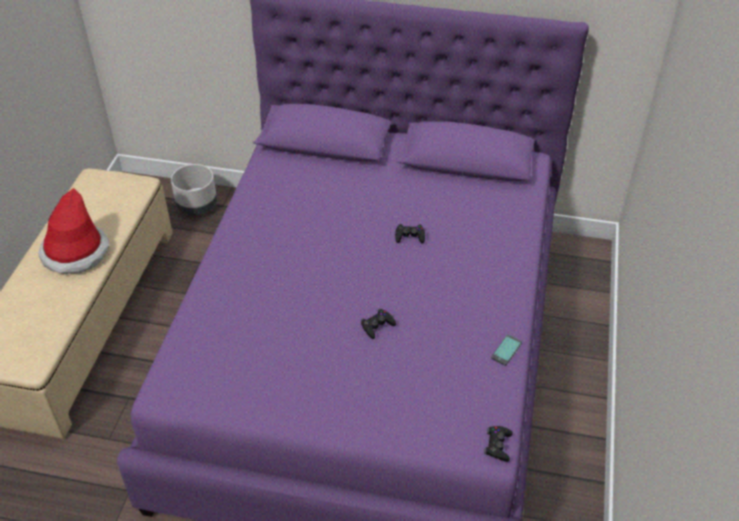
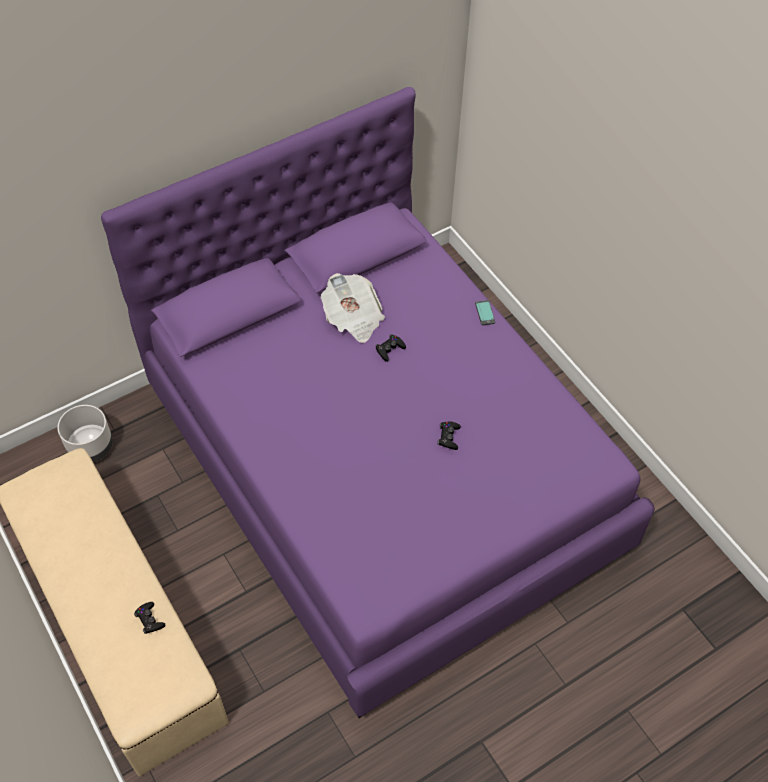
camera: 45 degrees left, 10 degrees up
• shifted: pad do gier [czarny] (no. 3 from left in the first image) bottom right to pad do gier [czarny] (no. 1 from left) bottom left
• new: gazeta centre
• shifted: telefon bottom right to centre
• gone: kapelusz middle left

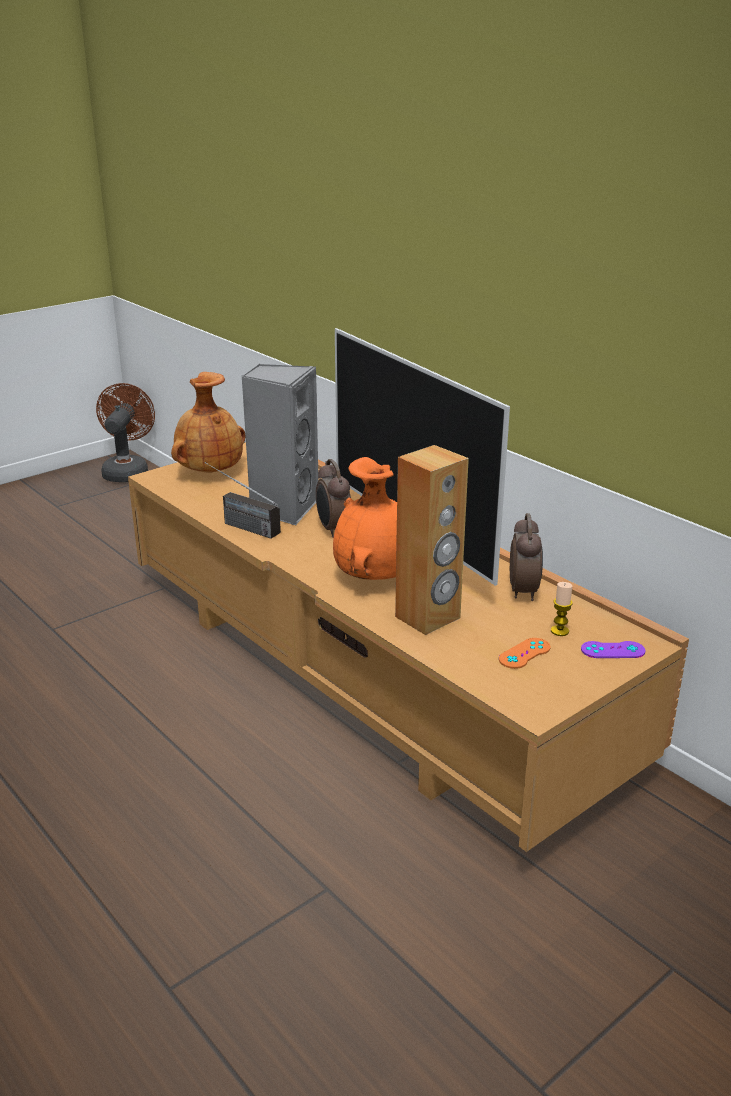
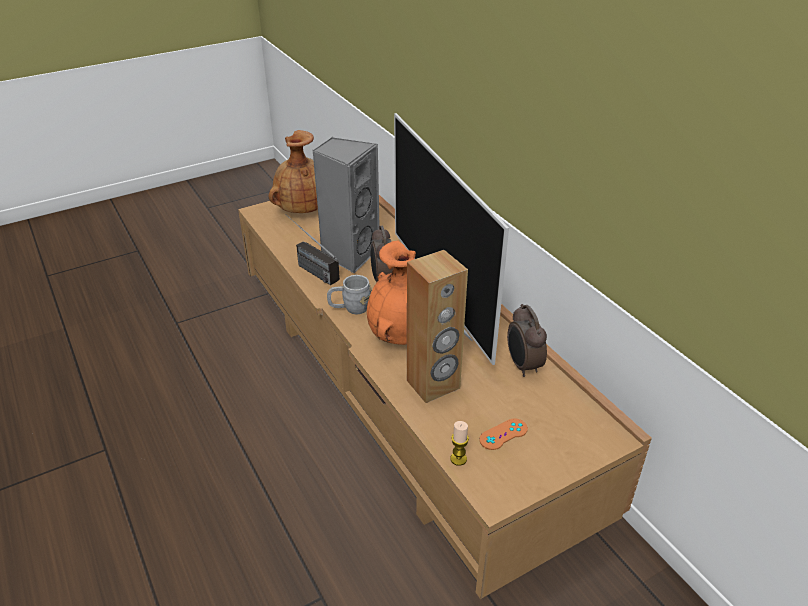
camera: 10 degrees right, 10 degrees up
• new: kubek [szary] centre
• shifted: świeca middle right to bottom centre
• rotated: budzik (no. 2 from left) middle right = centre 150 degrees clockwise
• gone: wentylator [brązowy] middle left
• gone: pad do gier [fioletowy] middle right

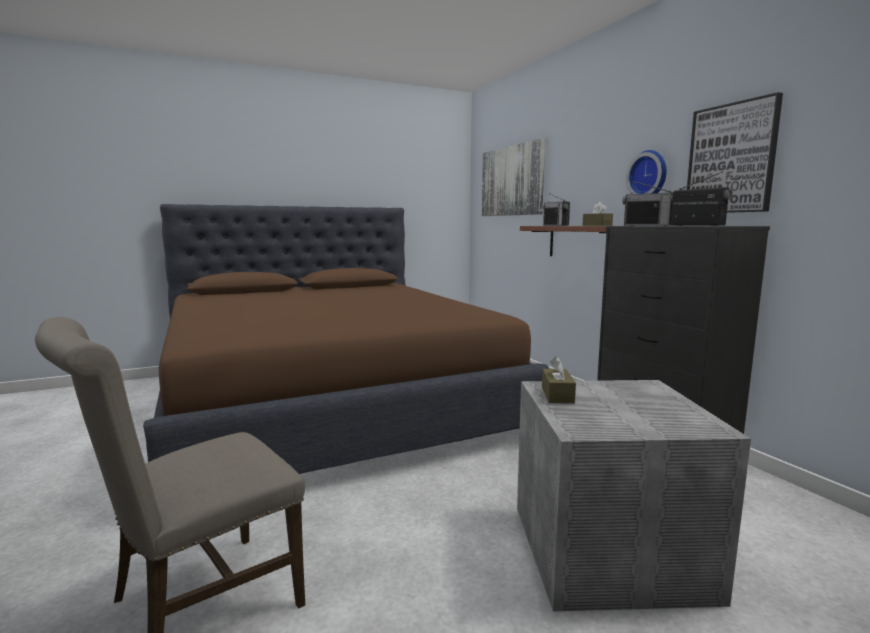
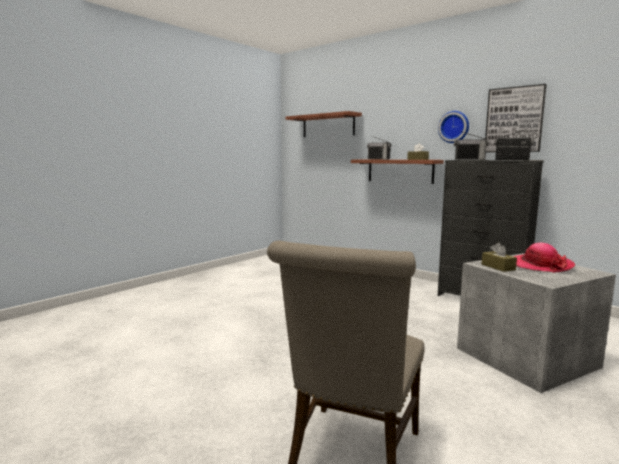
camera: 25 degrees left, 0 degrees up
• swapped: obraz (no. 1 from left) top centre to półka (no. 1 from left) top centre
• new: kapelusz middle right
• gone: łóżko [brązowy] centre

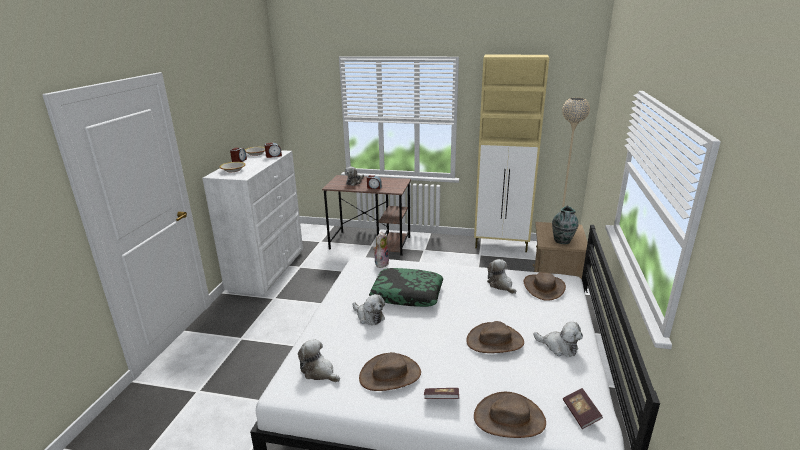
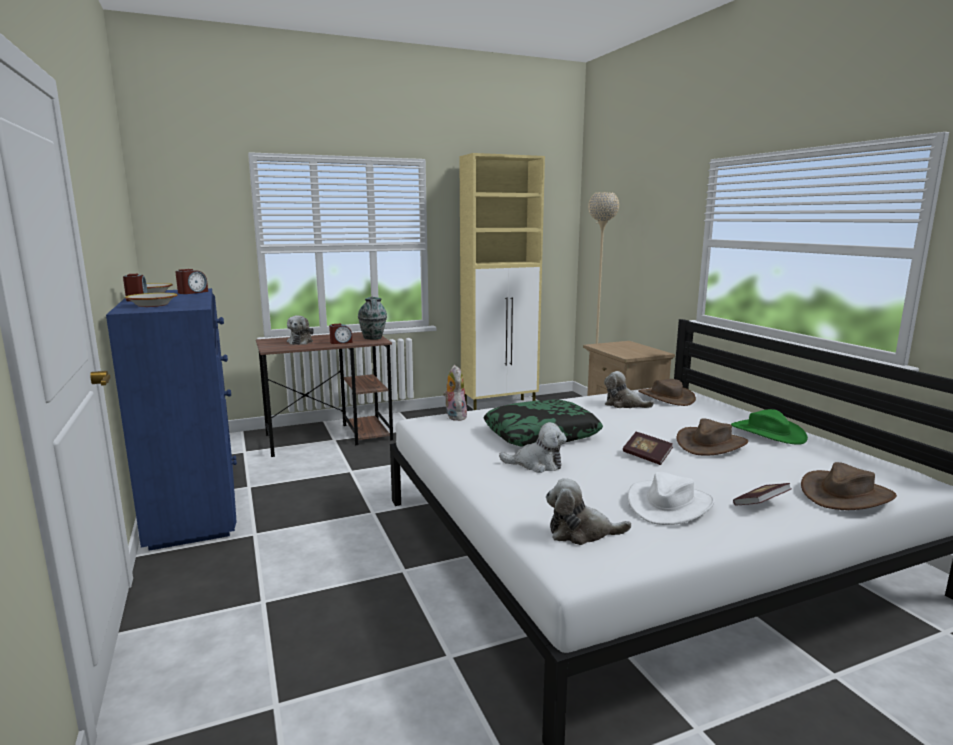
camera: 35 degrees left, 10 degrees down
• repainted: komoda [biały] middle left to komoda [niebieski] middle left
• shifted: wazon middle right to centre
• shifted: książka (no. 2 from left in the first image) bottom right to książka (no. 1 from left) middle right
• repainted: kapelusz [brązowy] (no. 1 from left) bottom centre to kapelusz [biały] bottom right
• swapped: pluszak (no. 6 from left) bottom right to kapelusz [zielony] middle right

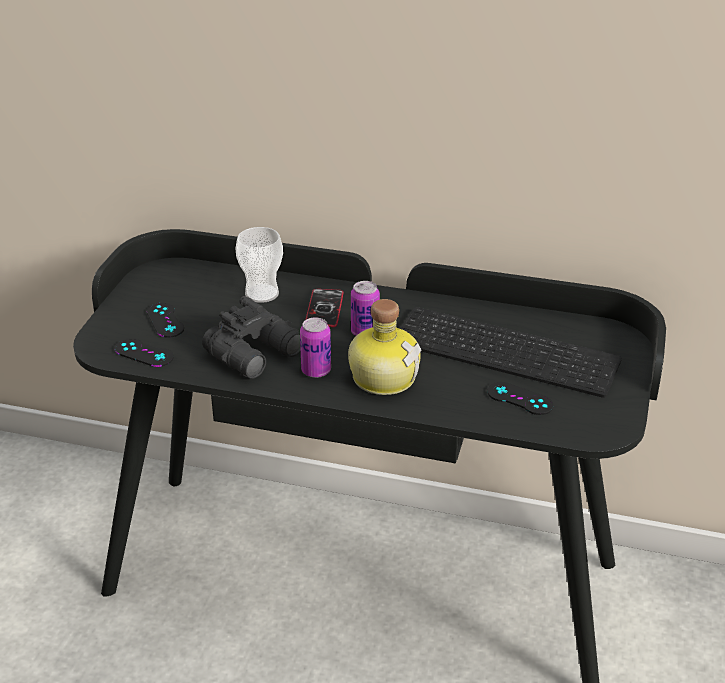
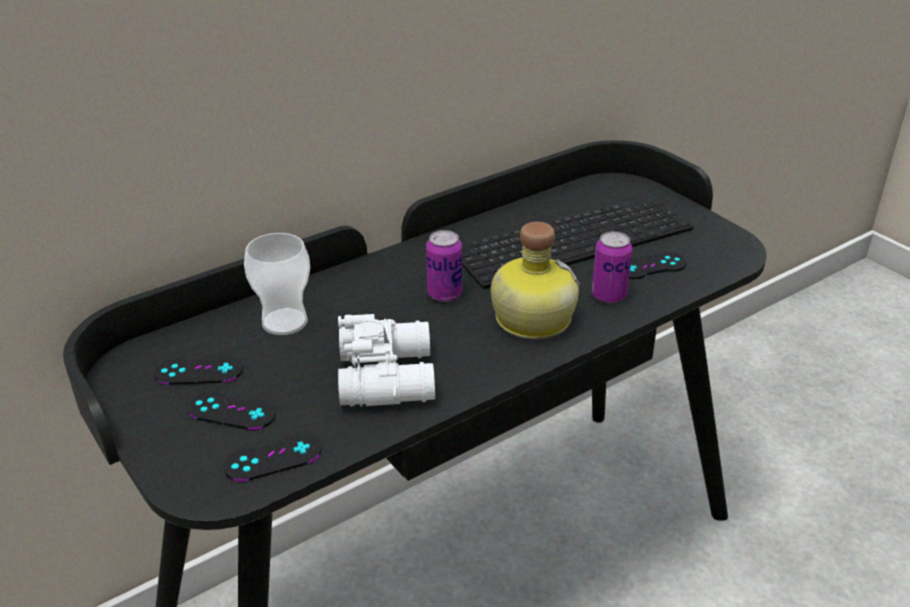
camera: 50 degrees left, 0 degrees up
• new: pad do gier [czarny] (no. 1 from left) middle left
• repainted: lornetka [czarny] centre to lornetka [biały] centre
• shifted: puszka (no. 1 from left in the first image) centre to puszka (no. 2 from left) middle right
• gone: telefon centre

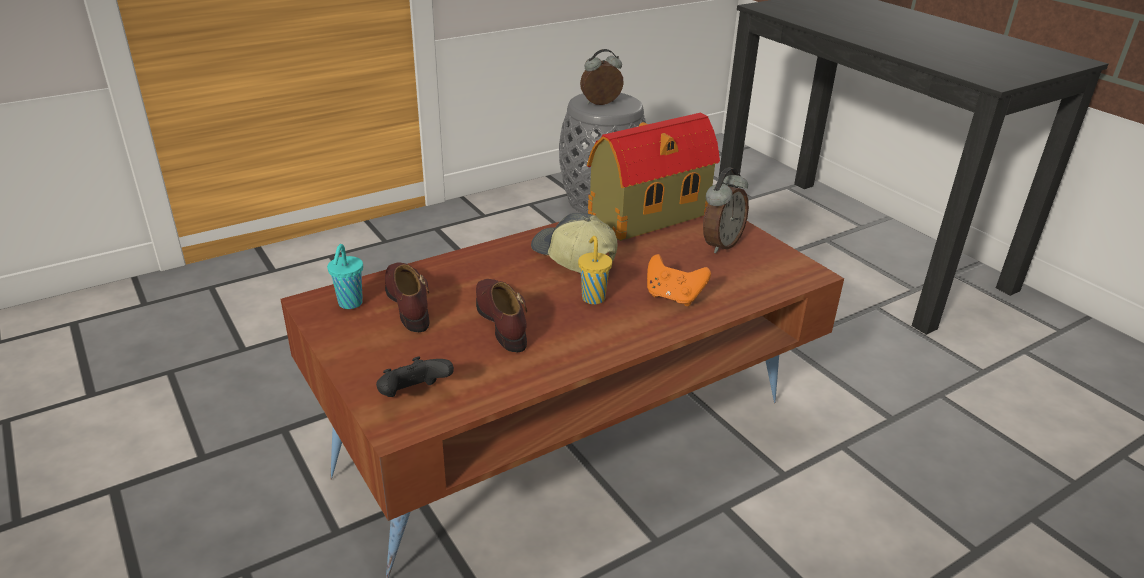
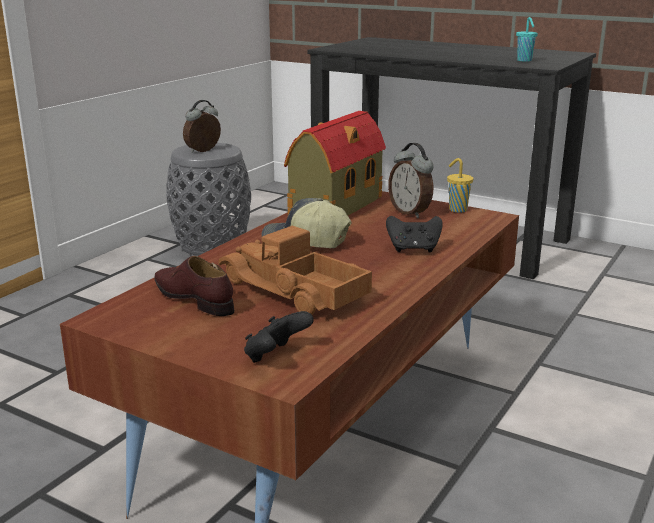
camera: 25 degrees left, 10 degrees down
• swapped: but [brązowy] (no. 2 from left) centre to ciężarówka zabawkowa centre
• repainted: pad do gier [pomarańczowy] centre to pad do gier [czarny] (no. 2 from left) centre
• rotated: budzik (no. 2 from left) centre = centre 135 degrees clockwise
• shifted: filiżanka [żółty] centre to middle right
• shifted: filiżanka [turkusowy] middle left to top right

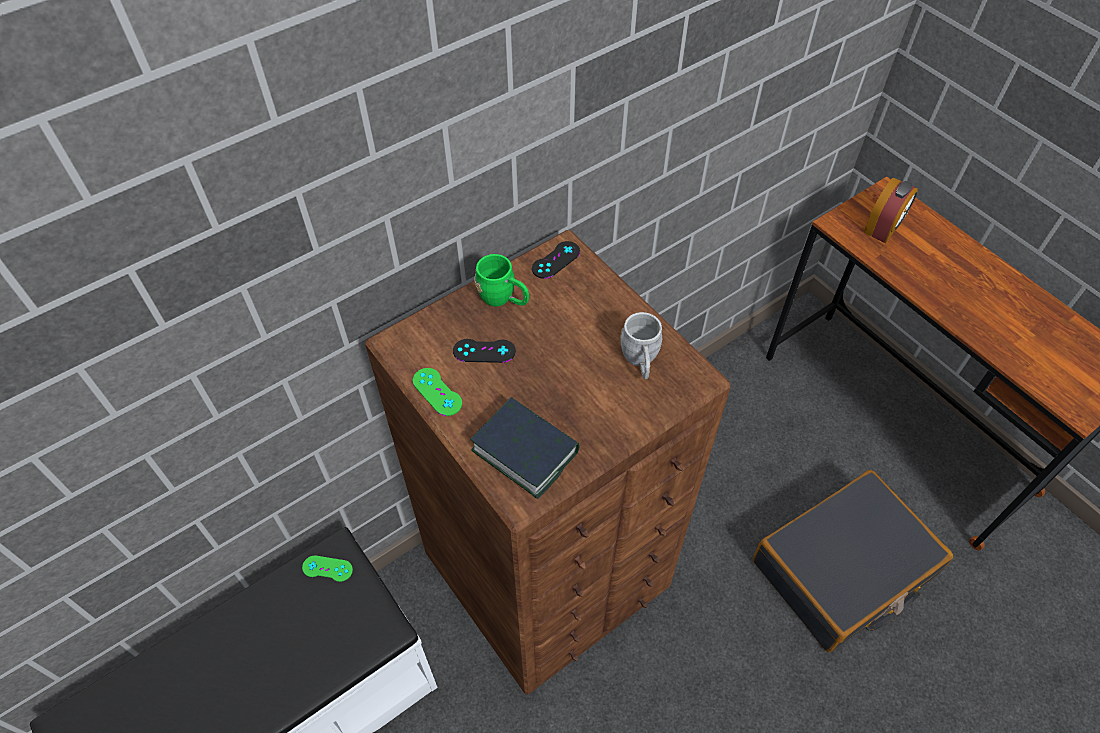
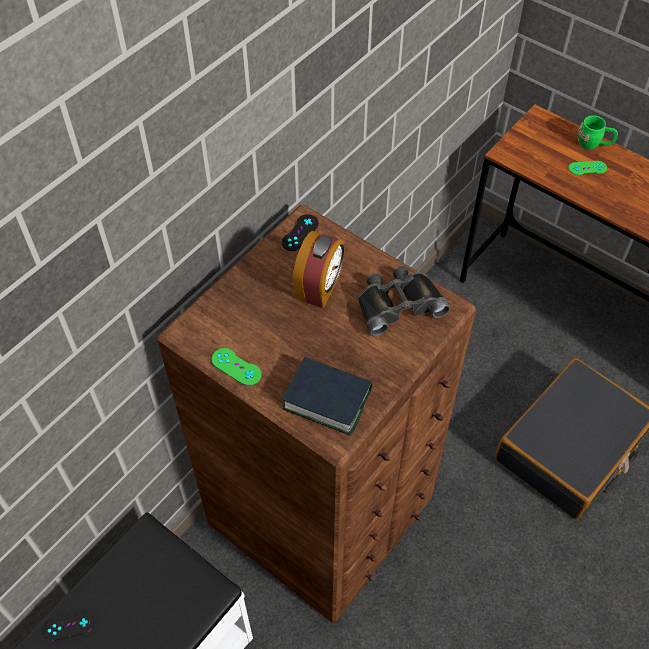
camera: 15 degrees left, 0 degrees up
• shifted: pad do gier [czarny] (no. 1 from left) centre to bottom left
• shifted: budzik top right to centre
• swapped: kubek [szary] centre to lornetka [czarny] centre
• shifted: pad do gier [zielony] (no. 1 from left in the first image) bottom left to pad do gier [zielony] (no. 2 from left) top right
• shifted: kubek [zielony] centre to top right

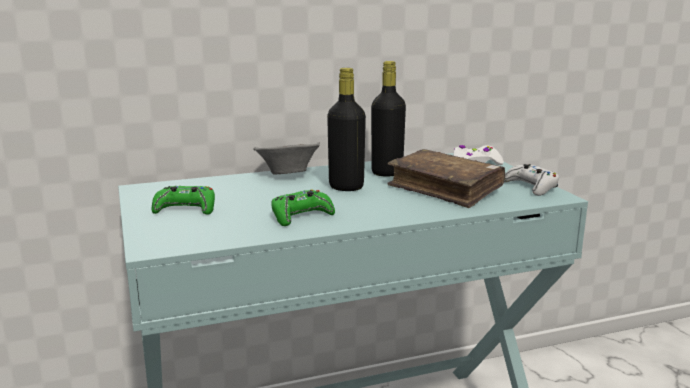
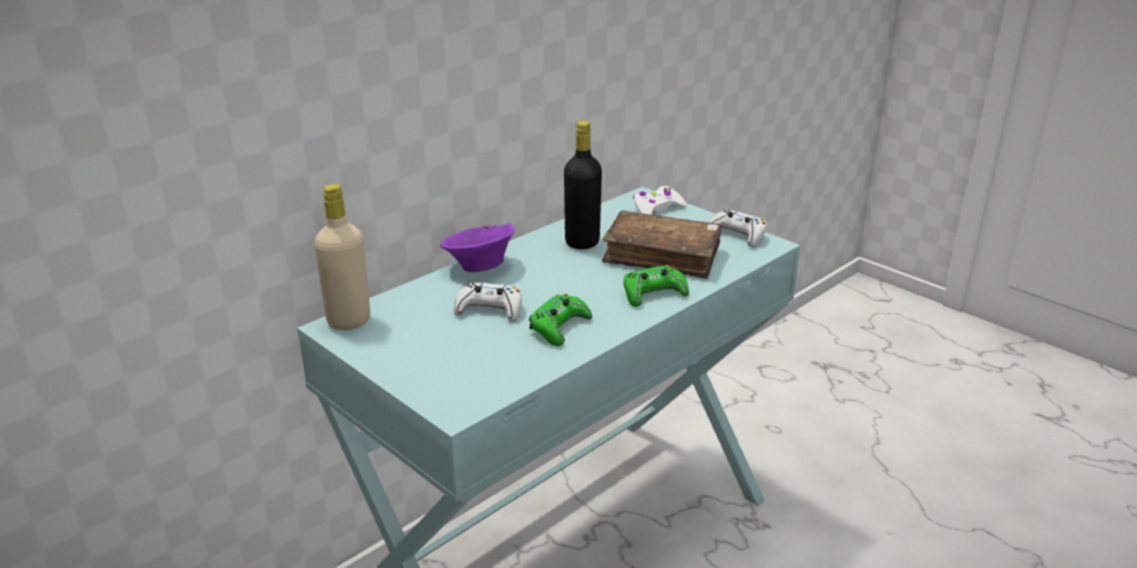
camera: 25 degrees left, 10 degrees up
• new: butelka [beżowy] middle left
• repainted: miska [szary] centre to miska [fioletowy] centre
• new: pad do gier [biały] (no. 1 from left) centre
• shifted: pad do gier [zielony] (no. 1 from left in the first image) middle left to pad do gier [zielony] (no. 2 from left) centre
• gone: butelka [czarny] (no. 1 from left) top centre

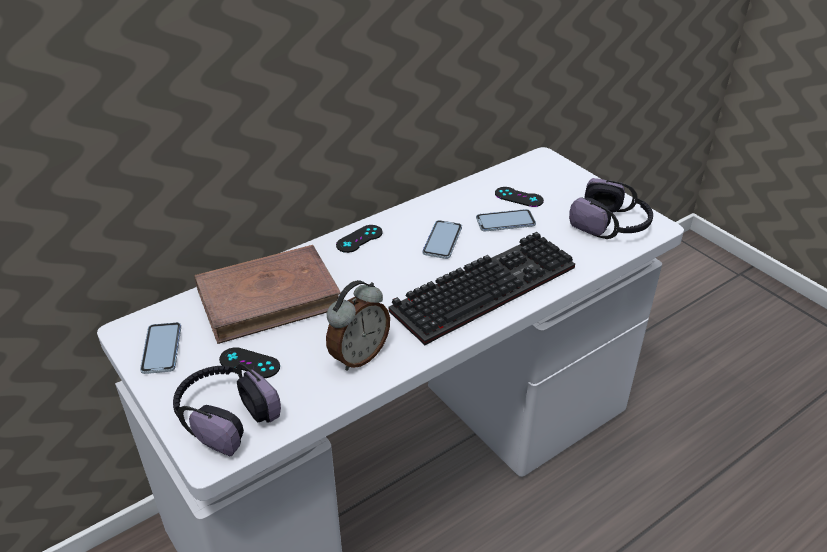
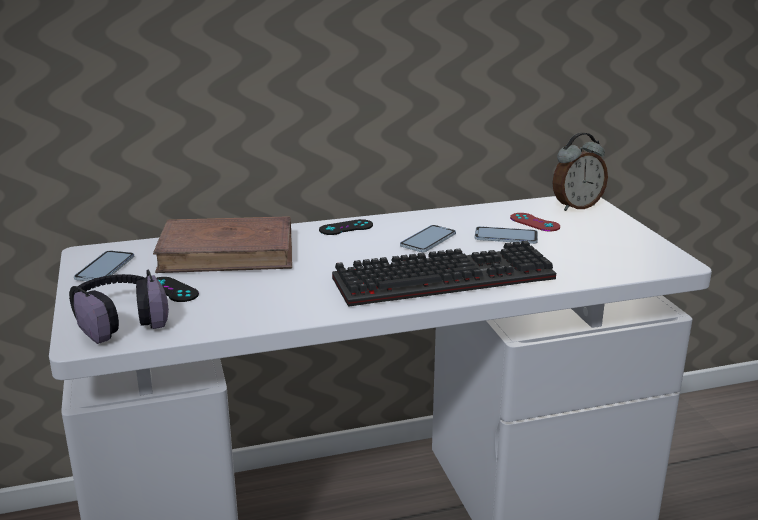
camera: 20 degrees right, 15 degrees down
• repainted: pad do gier [czarny] (no. 3 from left) centre to pad do gier [czerwony] middle right
• shifted: budzik centre to top right
• gone: słuchawki (no. 2 from left) middle right

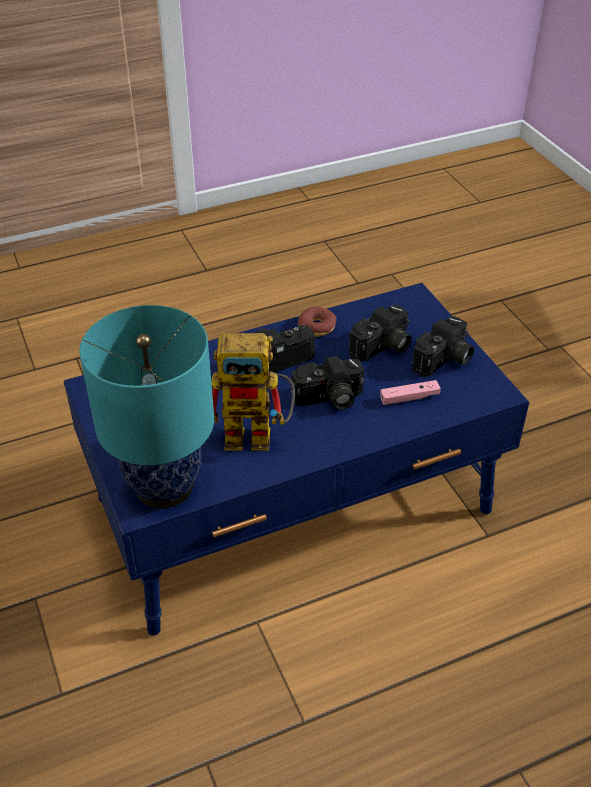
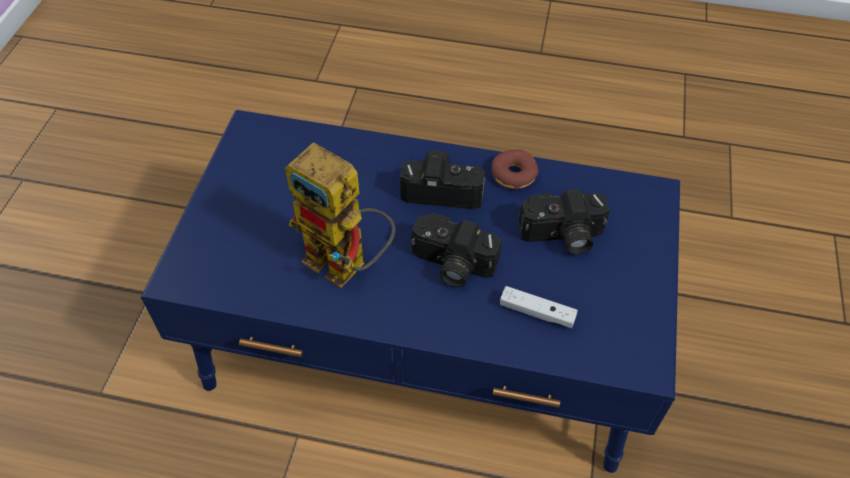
camera: 35 degrees right, 10 degrees up
• repainted: pad do gier [różowy] middle right to pad do gier [biały] centre
• gone: lampa stołowa [turkusowy] middle left
• gone: aparat fotograficzny (no. 4 from left) middle right

